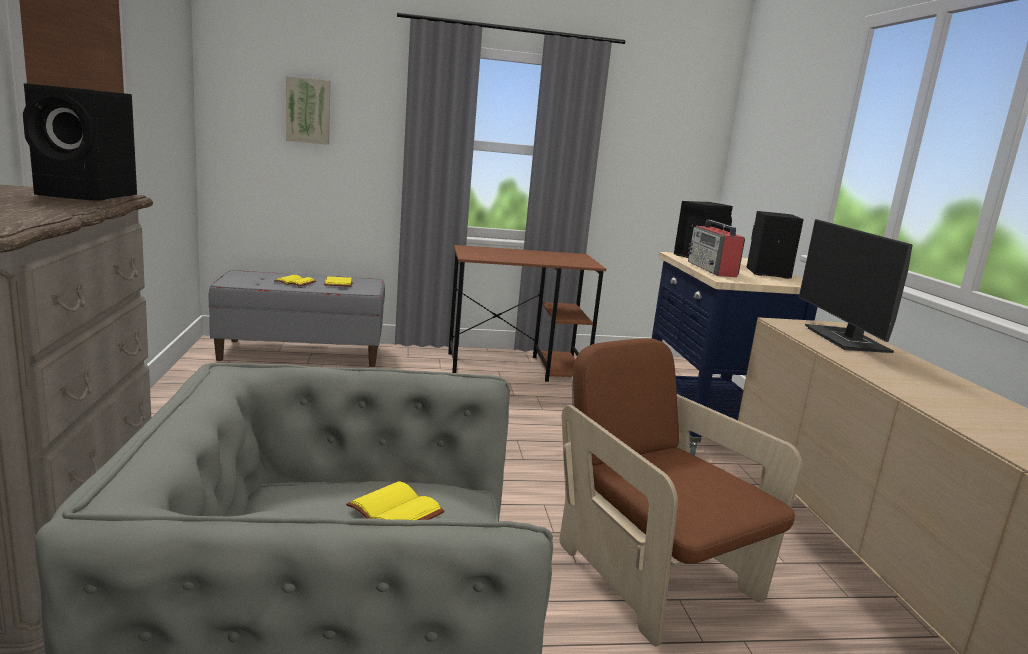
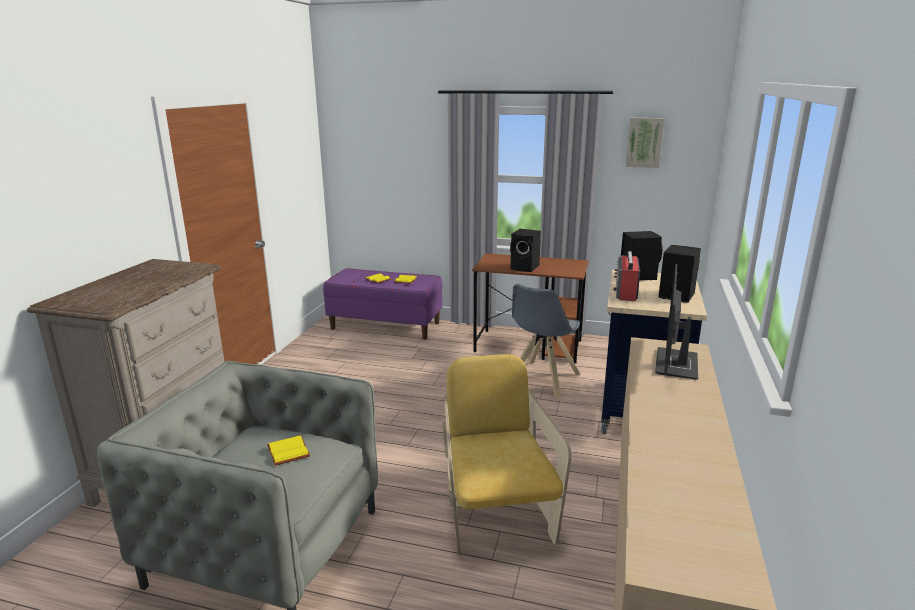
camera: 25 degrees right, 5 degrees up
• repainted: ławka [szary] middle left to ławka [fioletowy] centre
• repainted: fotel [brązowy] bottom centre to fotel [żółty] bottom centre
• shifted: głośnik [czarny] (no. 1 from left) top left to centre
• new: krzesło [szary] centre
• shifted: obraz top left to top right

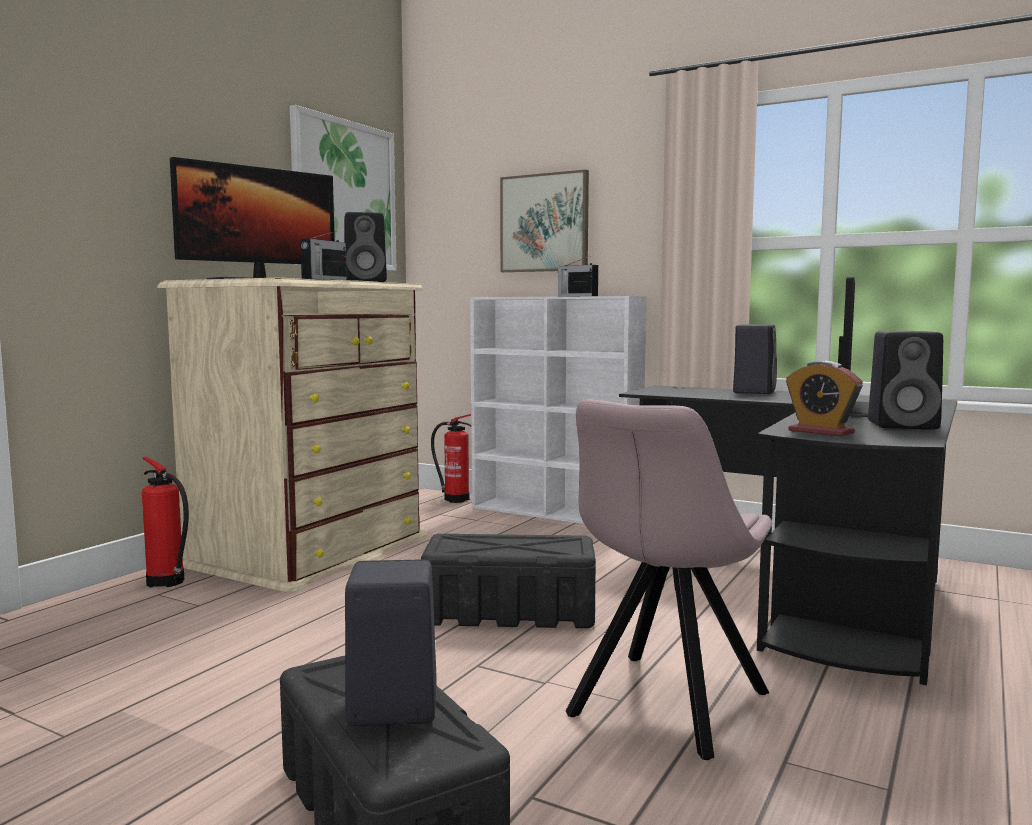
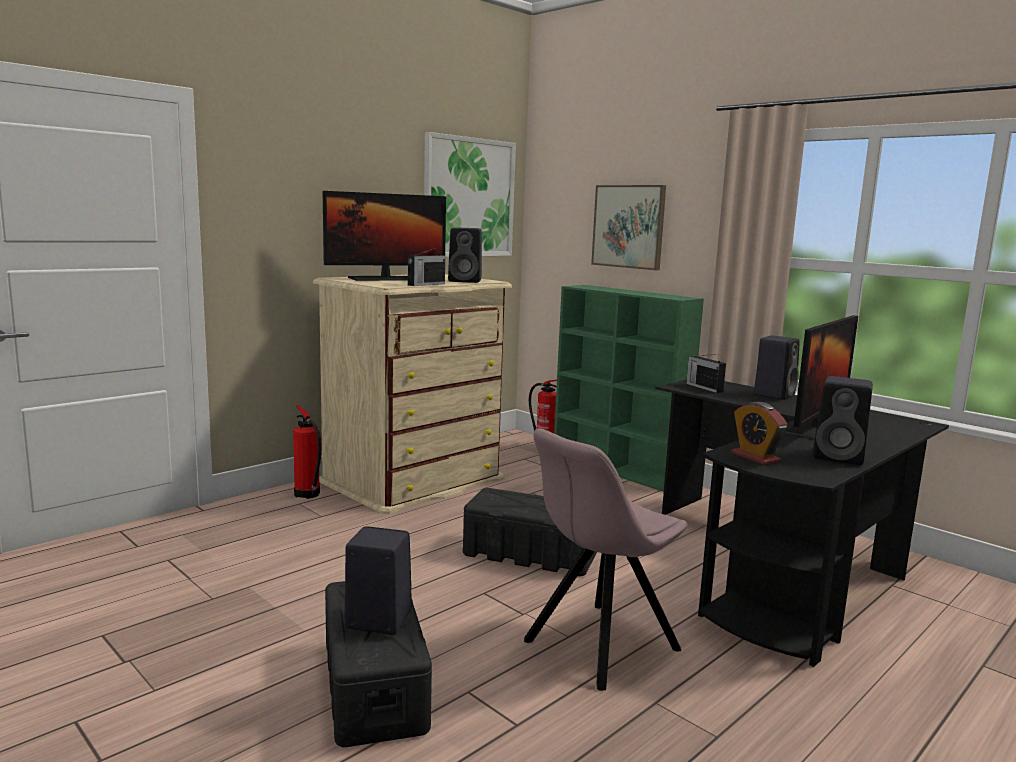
camera: 15 degrees right, 5 degrees up
• repainted: regał [biały] centre to regał [zielony] centre
• shifted: radio (no. 2 from left) centre to middle right

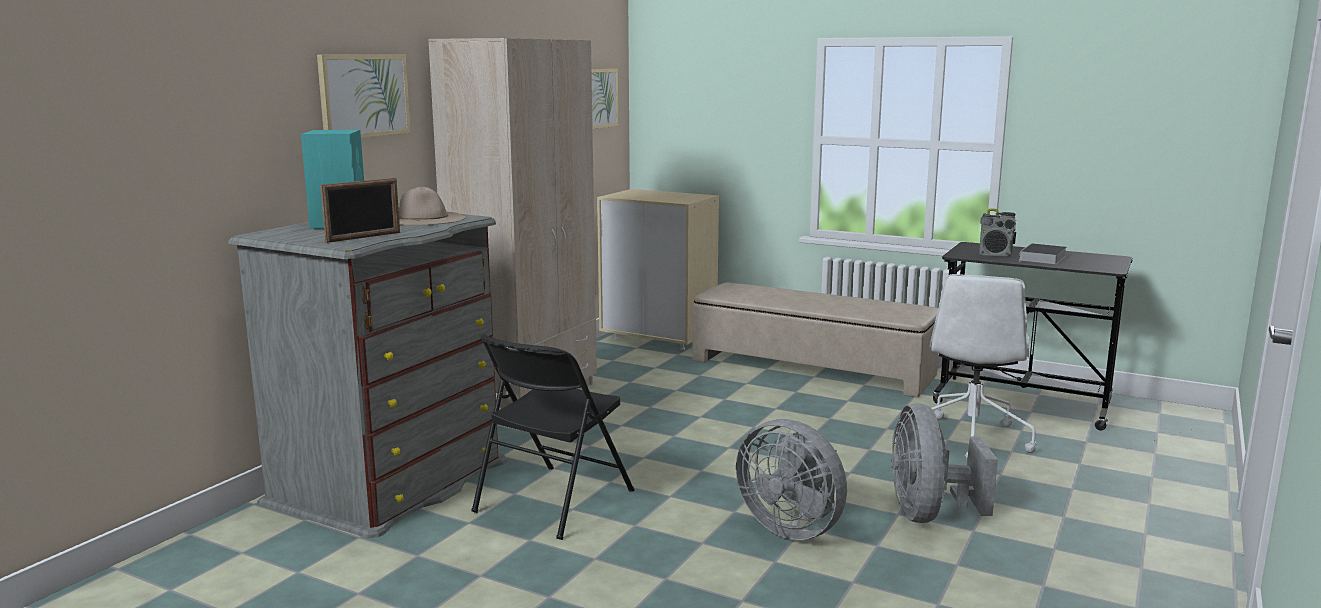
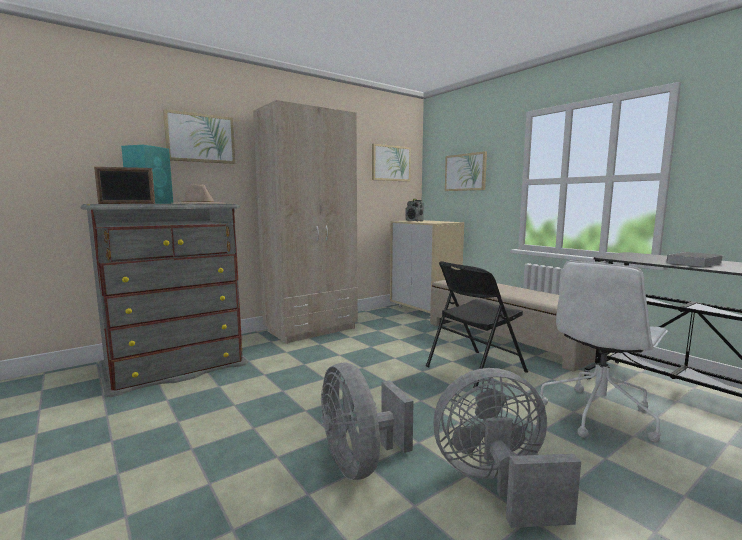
camera: 25 degrees right, 5 degrees down
• shifted: radio middle right to centre
• shifted: krzesło [czarny] bottom centre to centre
• rotated: wentylator [szary] (no. 2 from left) bottom right = bottom right 60 degrees clockwise
• new: obraz (no. 3 from left) top centre

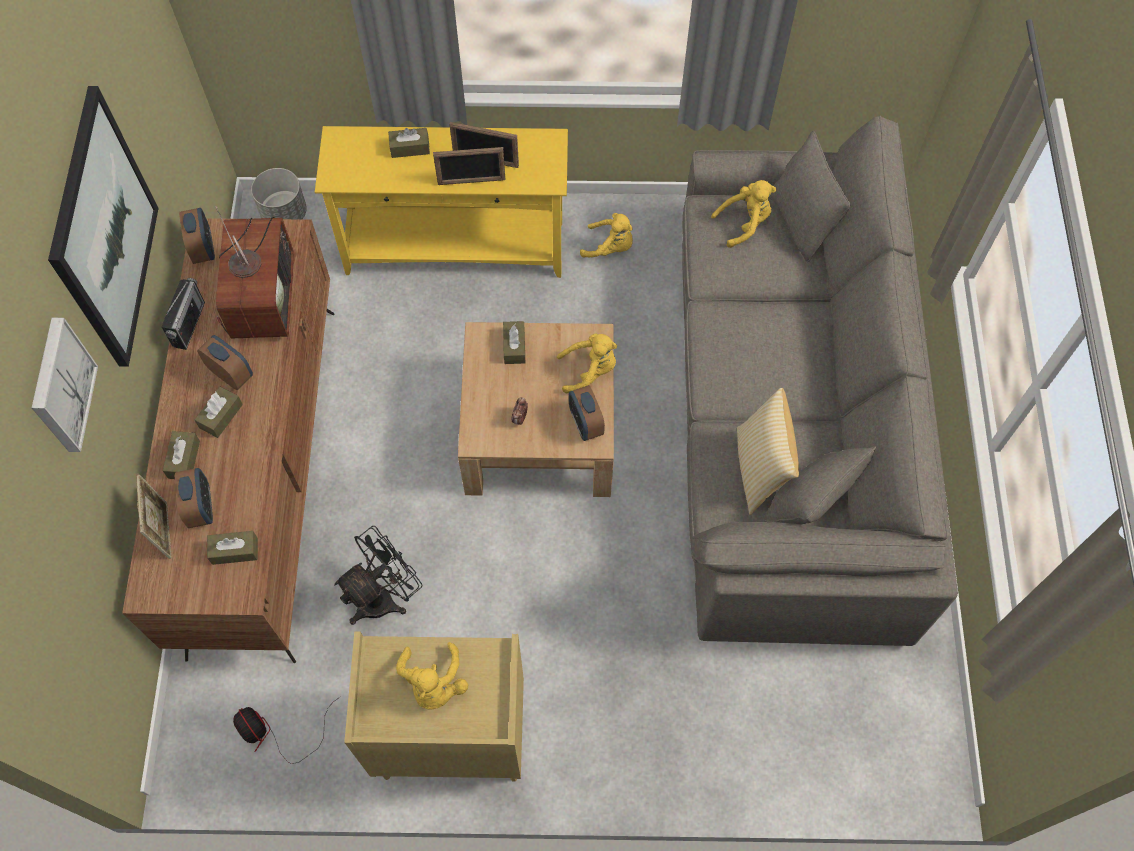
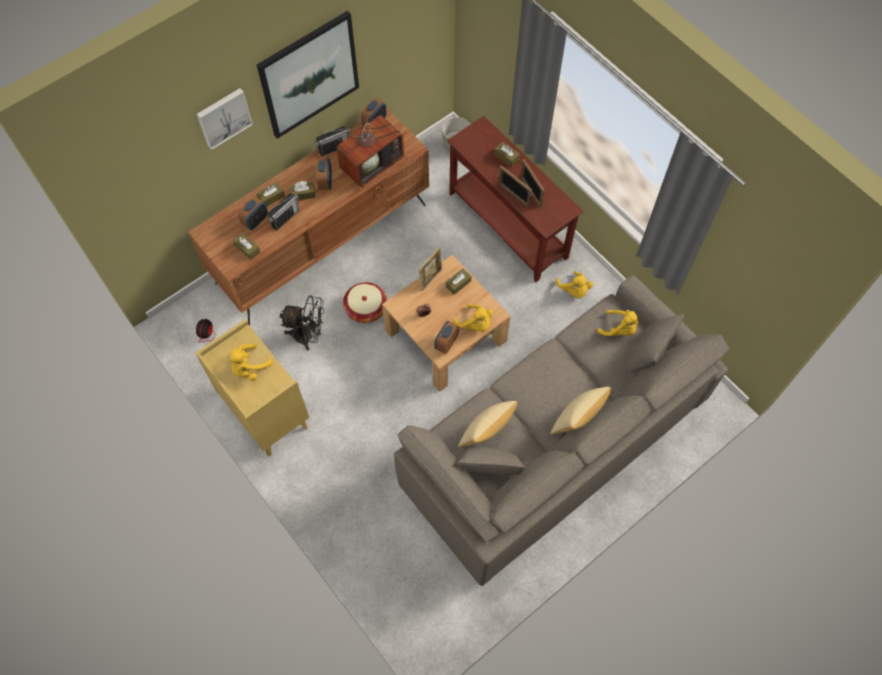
camera: 50 degrees right, 0 degrees up
• new: radio (no. 1 from left) top left
• new: koszyk centre
• shifted: ramka na zdjęcie (no. 1 from left) middle left to centre
• repainted: stolik konsolowy [żółty] top centre to stolik konsolowy [brązowy] top centre
• new: poduszka (no. 2 from left) centre

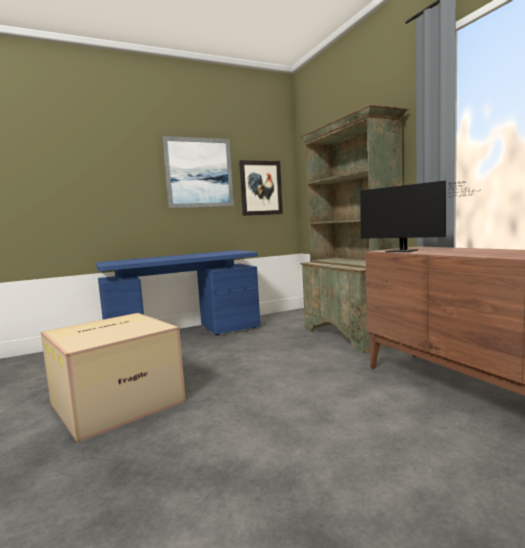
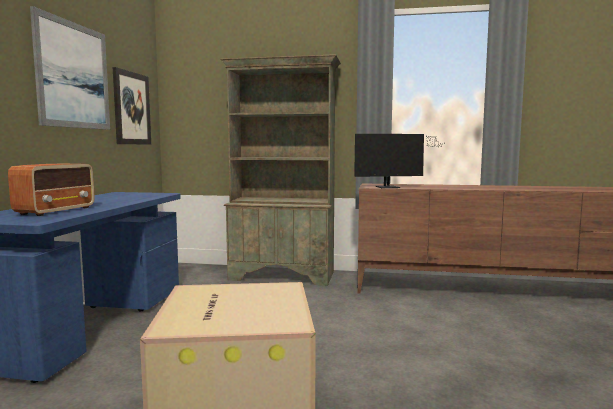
camera: 55 degrees left, 0 degrees up
• new: radio middle left

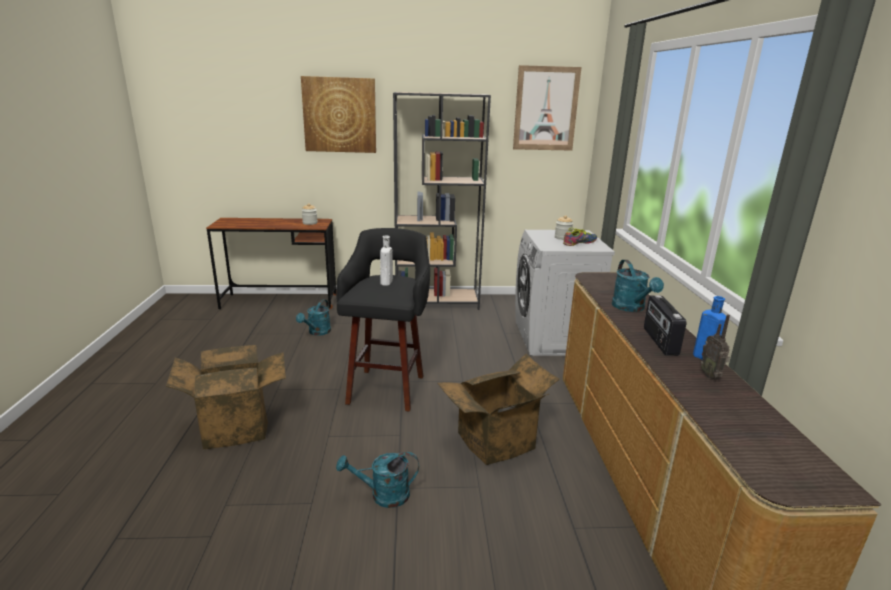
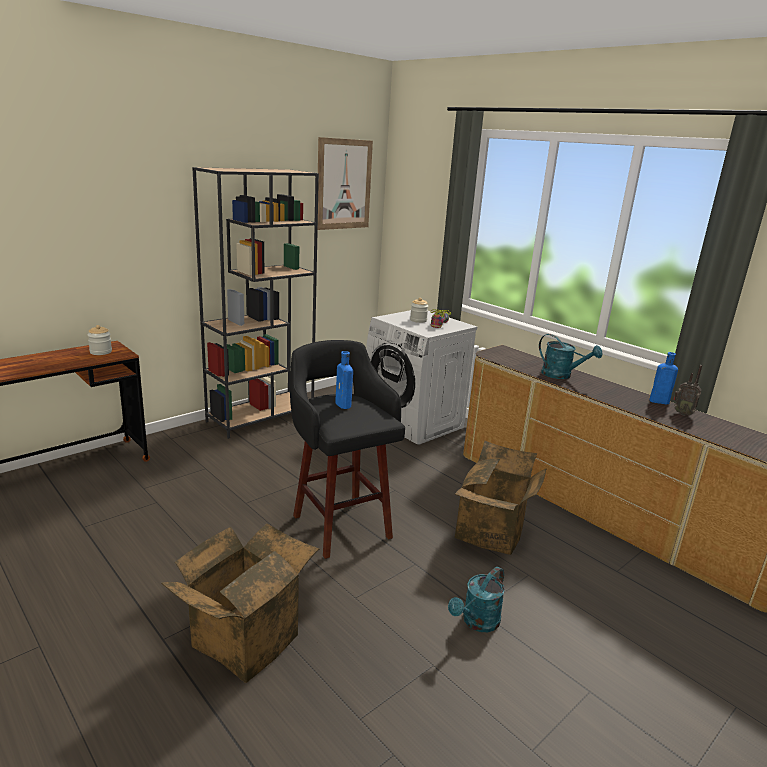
camera: 40 degrees left, 0 degrees up
• repainted: butelka [biały] centre to butelka [niebieski] (no. 1 from left) centre
• gone: konewka [turkusowy] (no. 1 from left) centre
• gone: obraz (no. 1 from left) top centre
• gone: radio (no. 1 from left) middle right

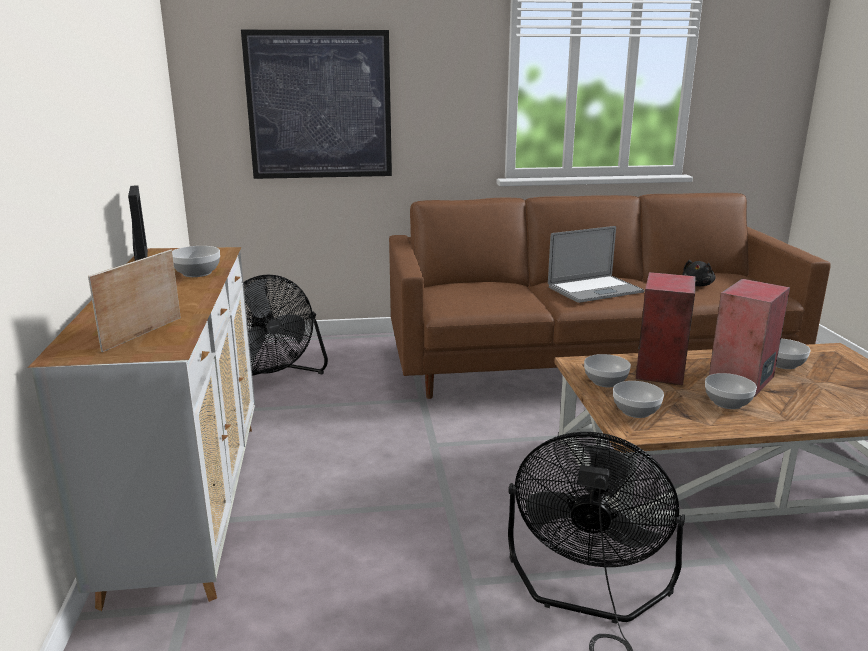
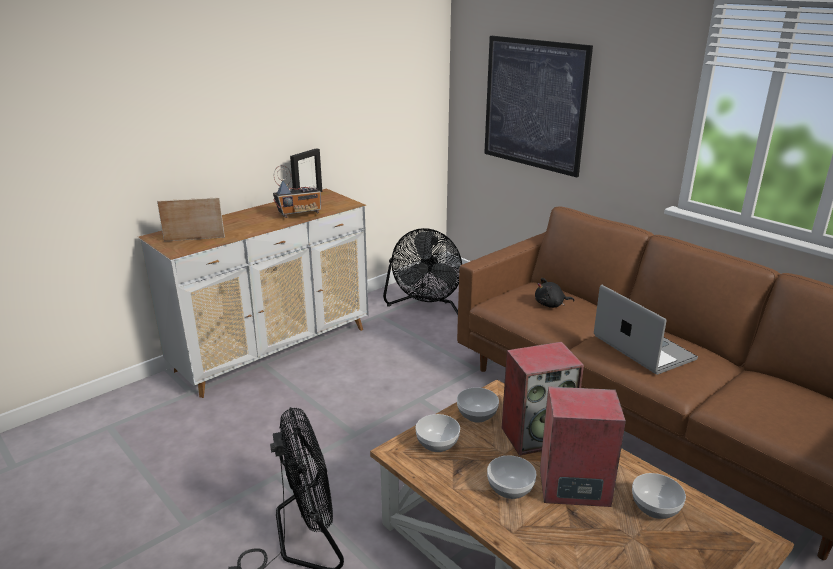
camera: 55 degrees right, 5 degrees up
• swapped: miska (no. 1 from left) middle left to radio centre
• shifted: pluszak [czarny] middle right to centre
• rotated: laptop middle right = middle right 150 degrees counterclockwise

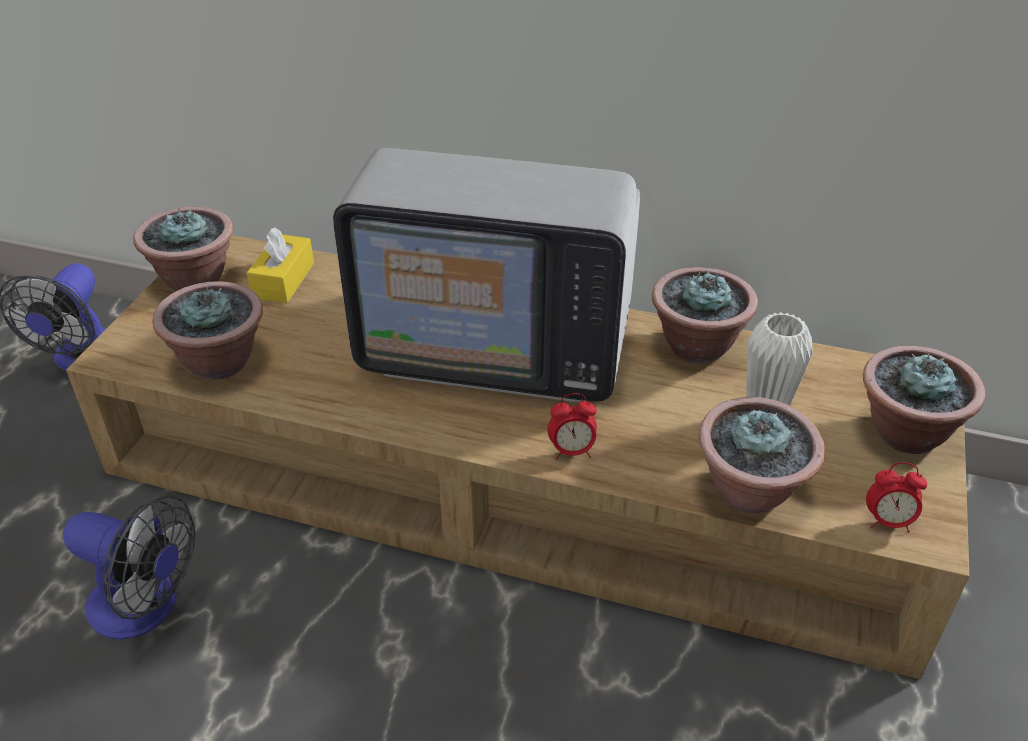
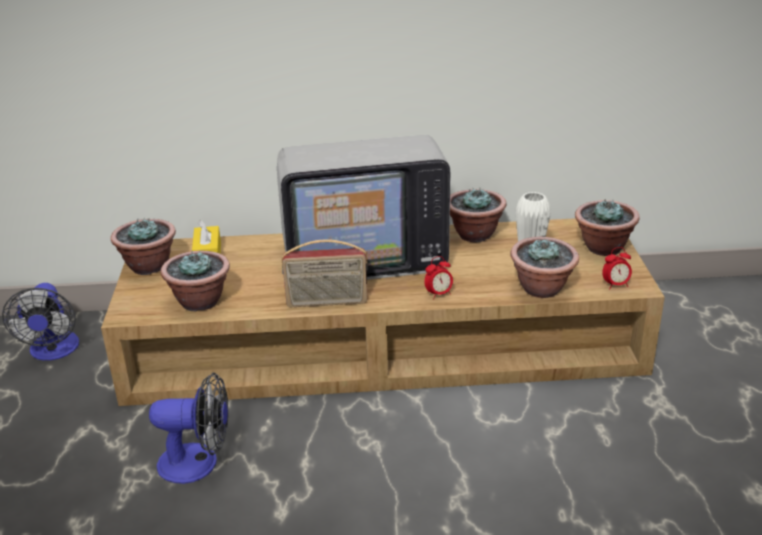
camera: 20 degrees left, 10 degrees down
• new: radio centre

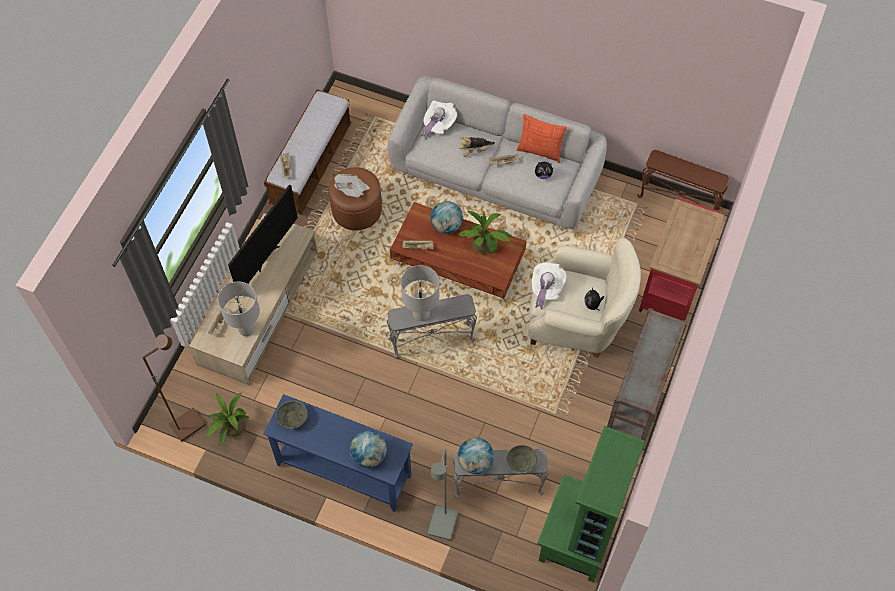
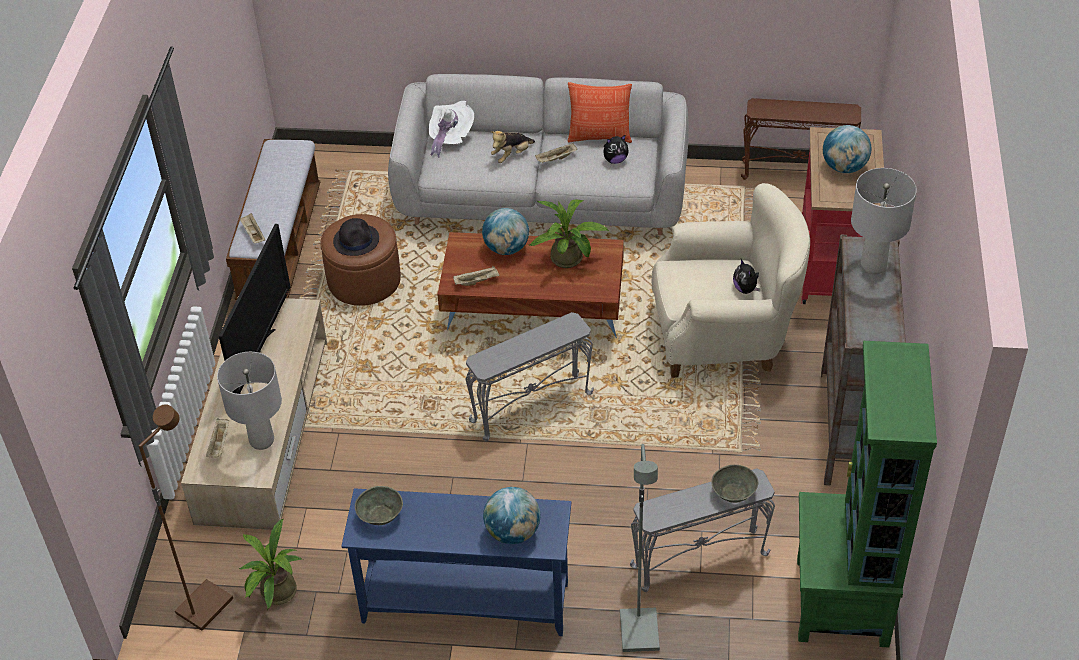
camera: 15 degrees left, 15 degrees down
• swapped: gazeta top centre to kapelusz [czarny] middle left
• shifted: globus (no. 3 from left) bottom centre to top right
• shifted: lampa stołowa [szary] (no. 2 from left) centre to middle right
• gone: kapelusz [biały] (no. 2 from left) centre

